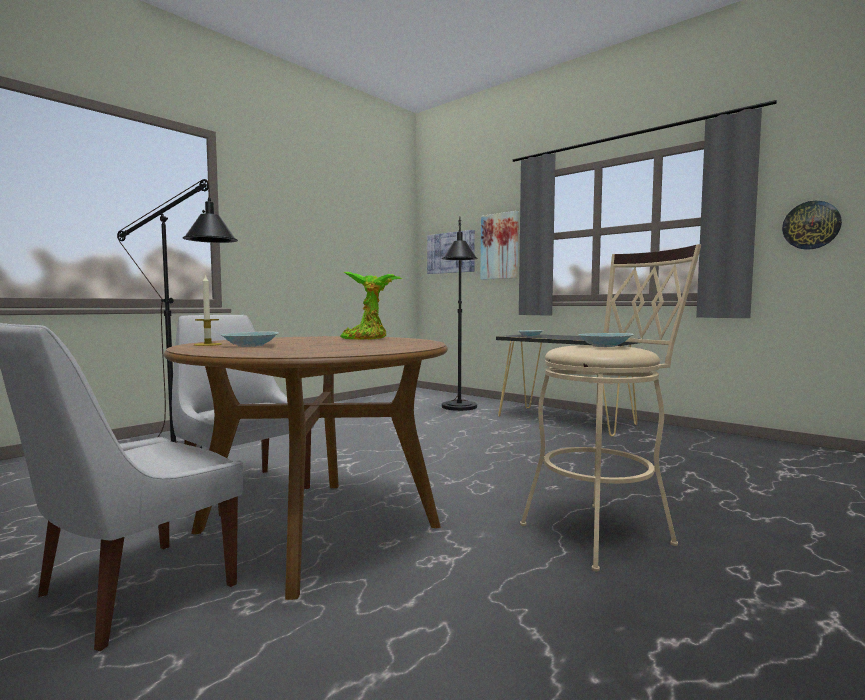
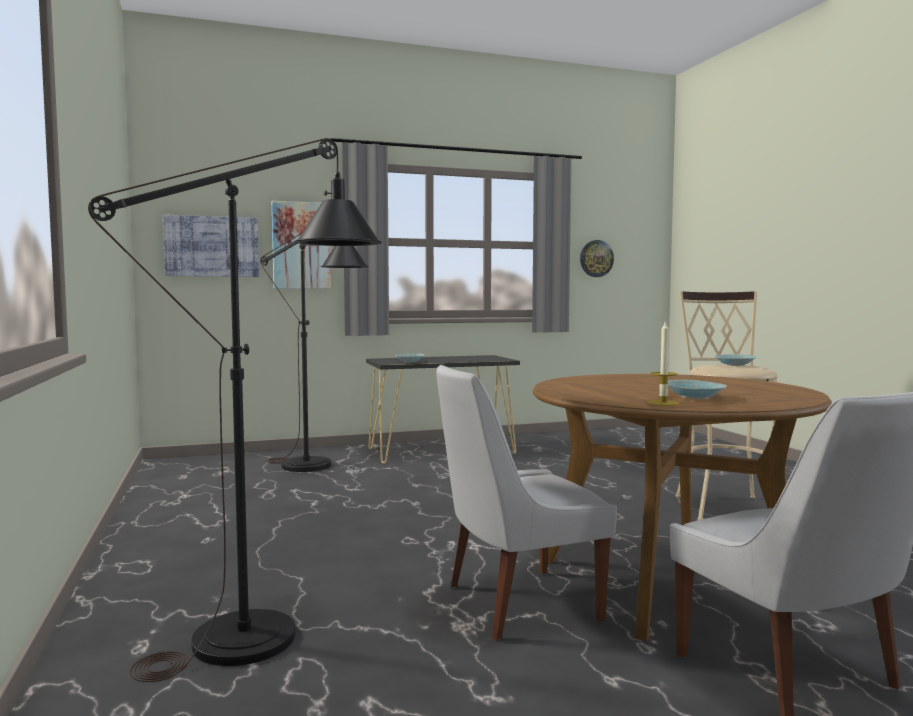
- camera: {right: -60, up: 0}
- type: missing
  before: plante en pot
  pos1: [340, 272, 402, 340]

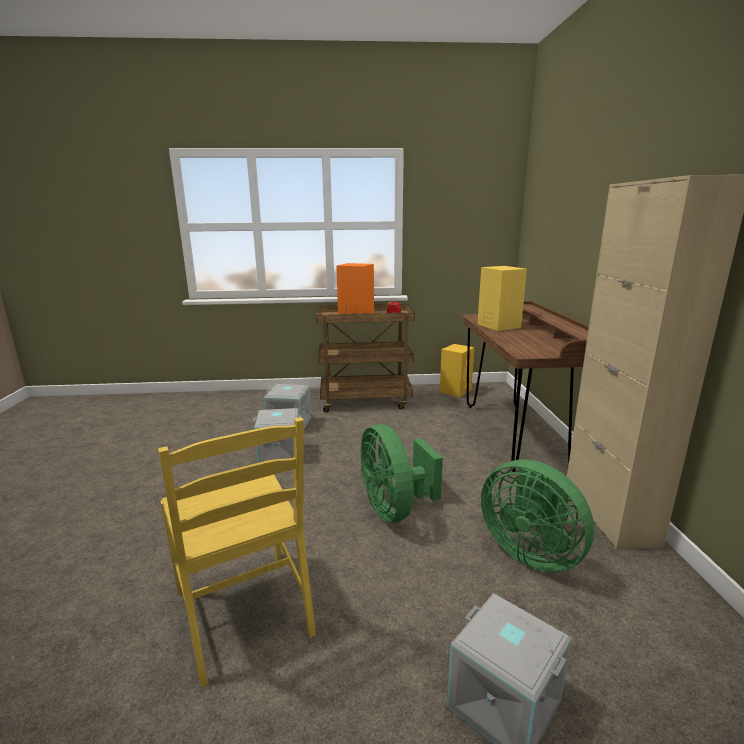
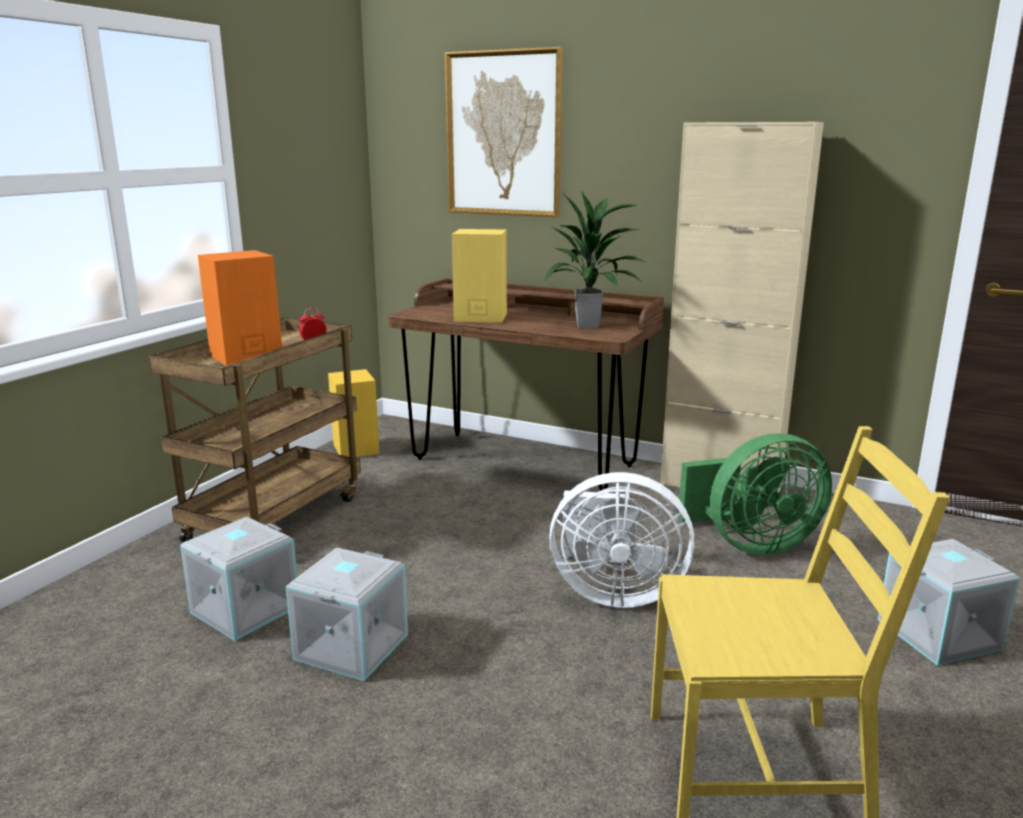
- camera: {right: -60, up: 0}
- type: colour
  before: ventilateur/vert
  after: ventilateur/blanc
  pos1: [360, 424, 443, 523]
  pos2: [549, 472, 694, 608]
- type: appeared
  after: tableau
  pos2: [445, 47, 563, 217]
- type: appeared
  after: plante en pot
  pos2: [542, 190, 645, 328]

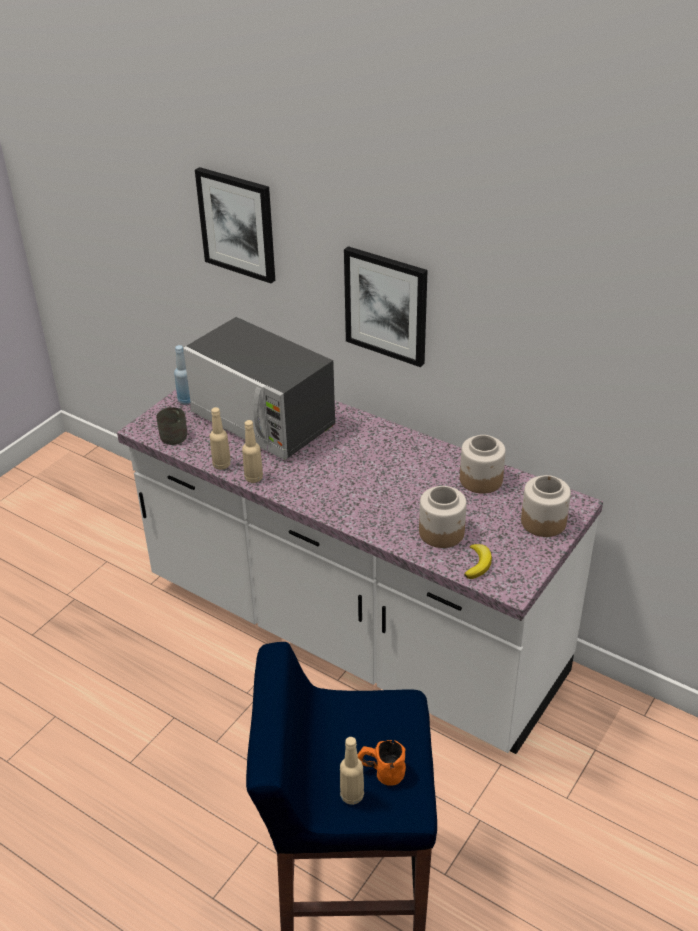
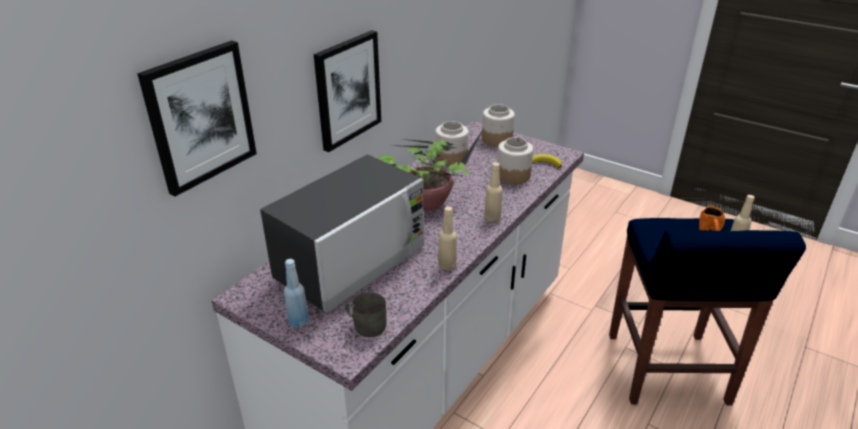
- camera: {right: -90, up: -5}
- type: relocated
  before: bouteille/beige
  pos1: [210, 407, 231, 470]
  pos2: [484, 162, 502, 222]
- type: appeared
  after: plante en pot
  pos2: [377, 128, 484, 210]

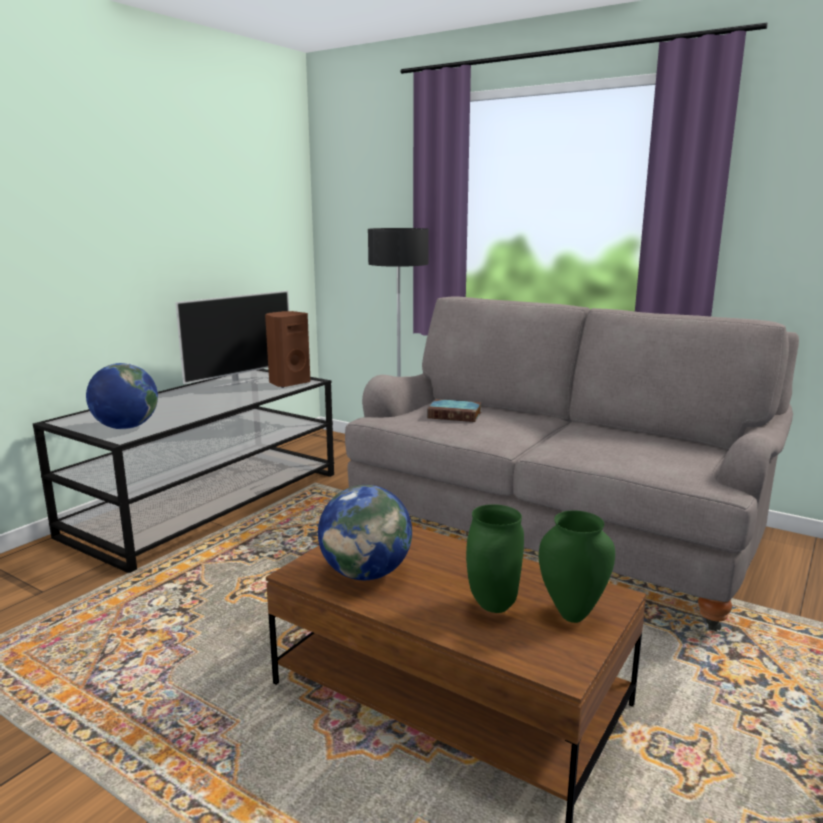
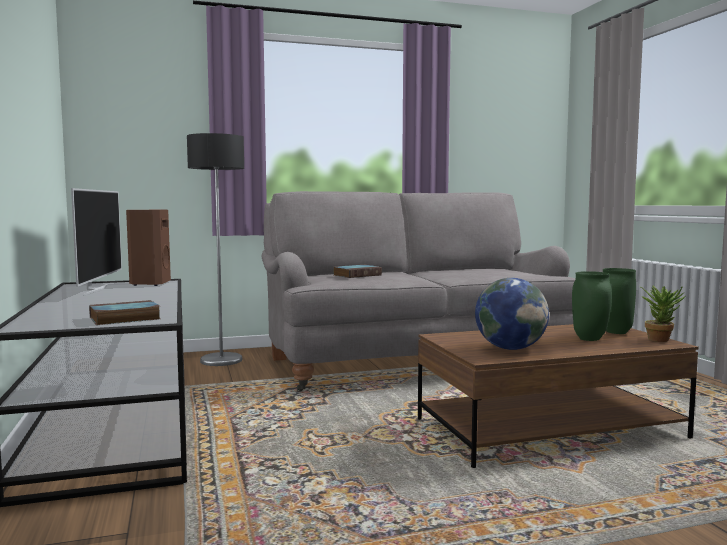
- camera: {right: -50, up: -10}
- type: exchanged
  before: globe
  after: livre
  pos1: [86, 363, 158, 429]
  pos2: [89, 300, 161, 325]
- type: appeared
  after: plante en pot
  pos2: [639, 286, 686, 342]

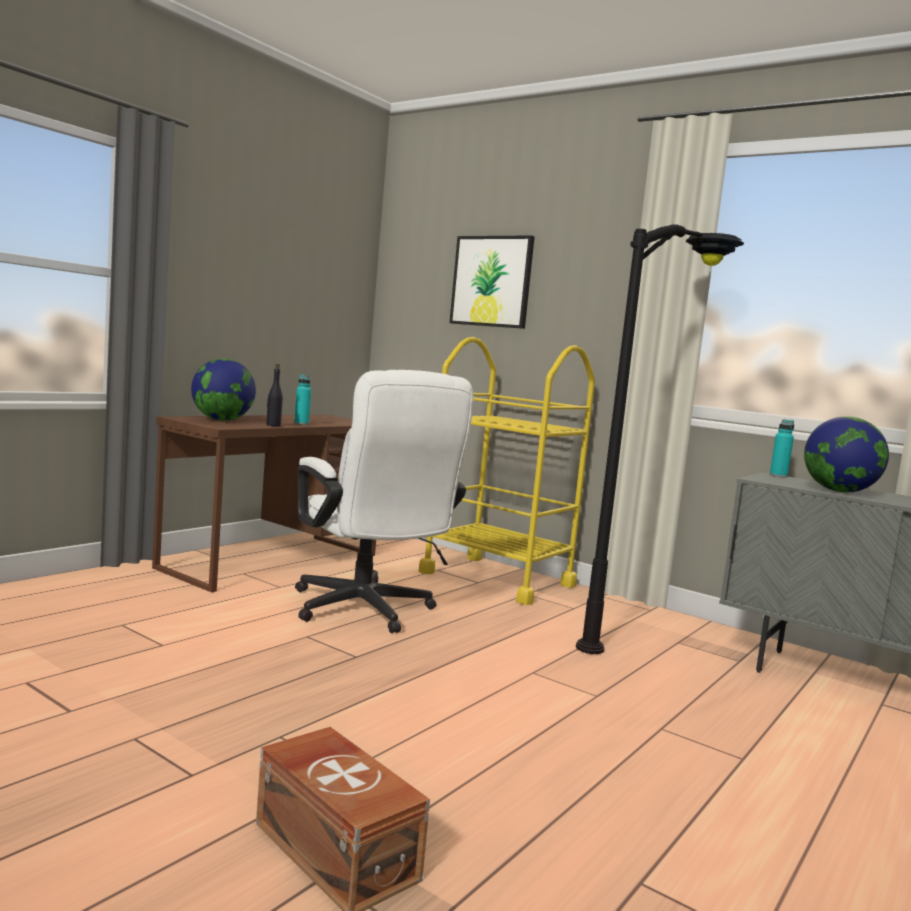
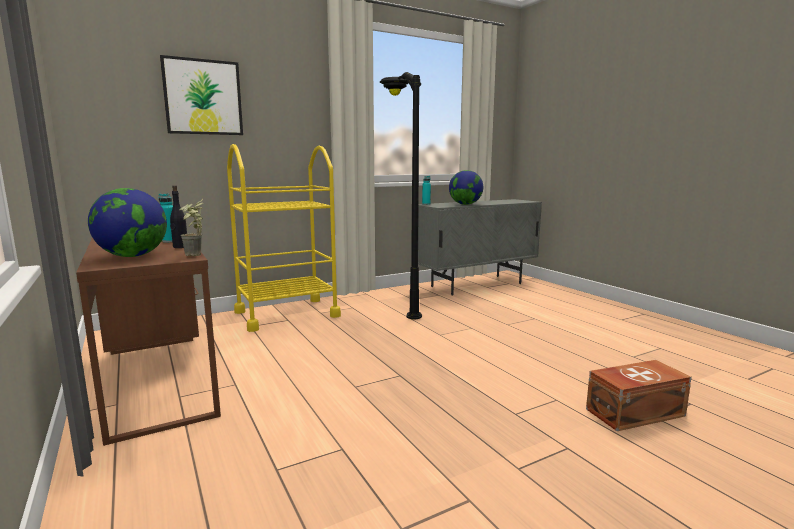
- camera: {right: -65, up: 5}
- type: missing
  before: chaise de bureau/blanc
  pos1: [295, 370, 473, 633]
- type: appeared
  after: plante en pot
  pos2: [179, 199, 203, 256]

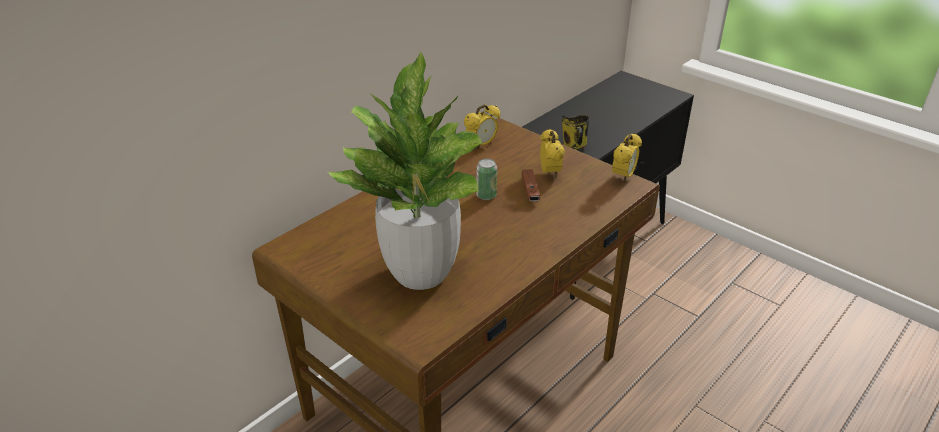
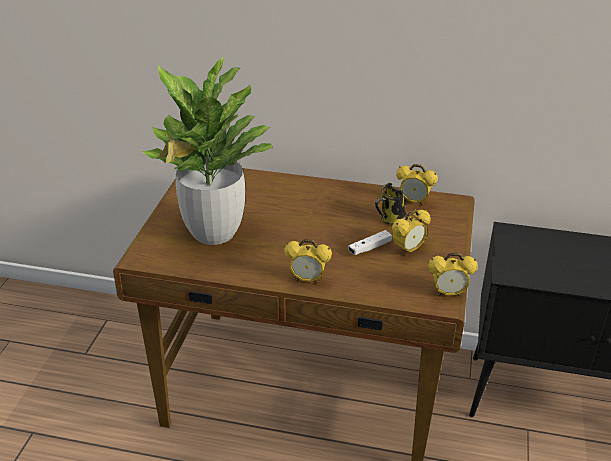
- camera: {right: 60, up: 0}
- type: relocated
  before: mug
  pos1: [562, 115, 589, 150]
  pos2: [375, 183, 407, 225]
- type: missing
  before: boîte métallique
  pos1: [476, 158, 497, 200]
- type: colour
  before: manette/marron
  after: manette/blanc
  pos1: [522, 169, 540, 202]
  pos2: [348, 230, 392, 255]
- type: appeared
  after: réveil
  pos2: [284, 239, 332, 284]

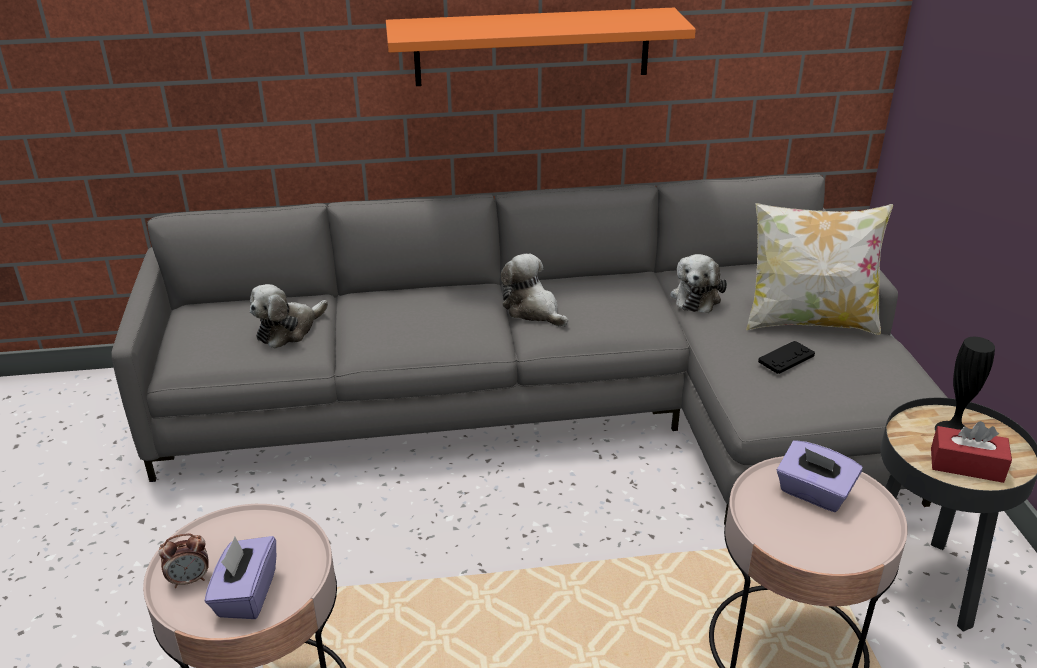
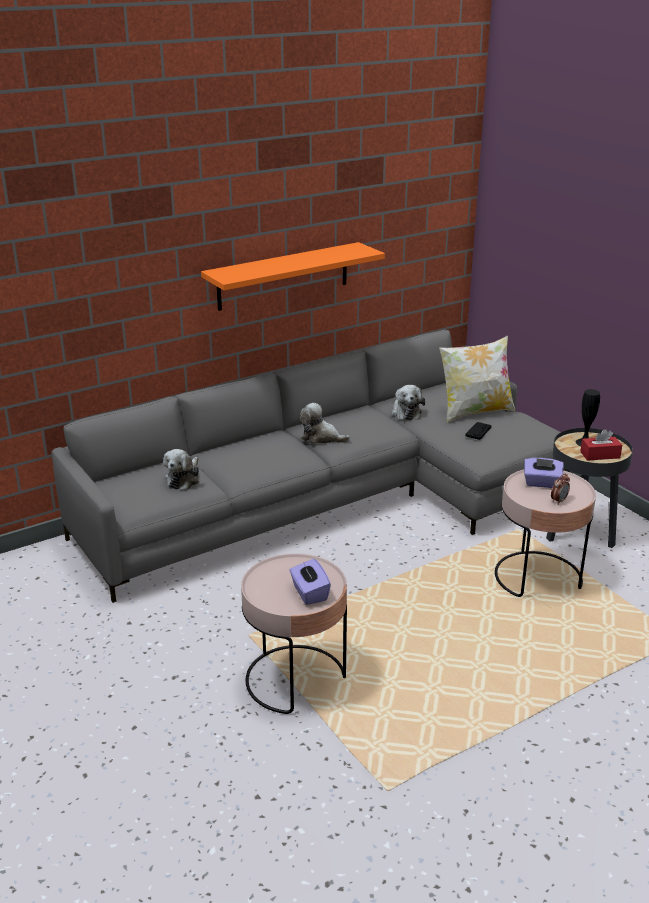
- camera: {right: -25, up: -5}
- type: relocated
  before: réveil
  pos1: [159, 533, 209, 588]
  pos2: [551, 473, 570, 505]

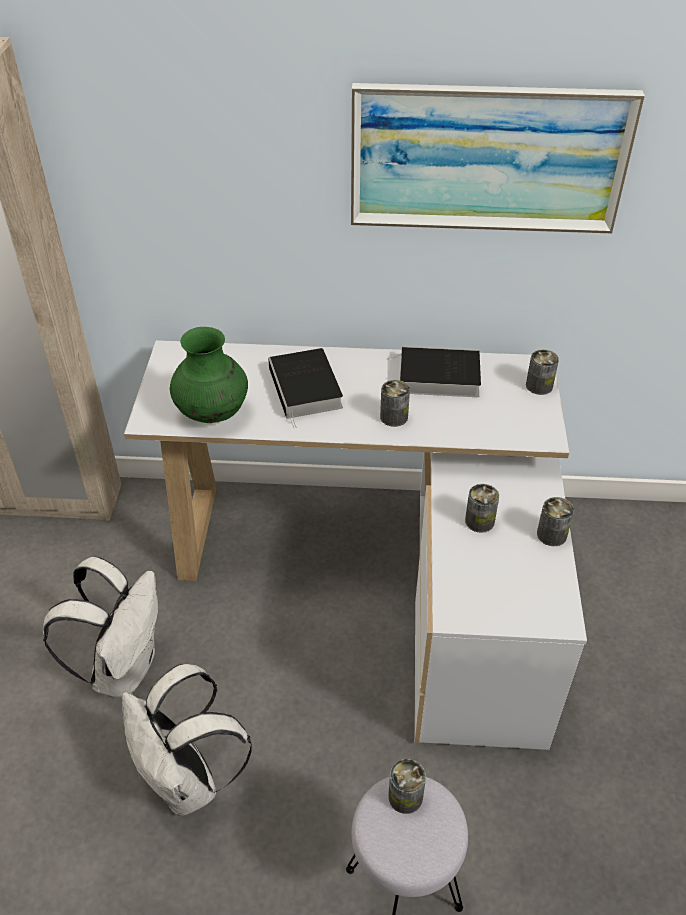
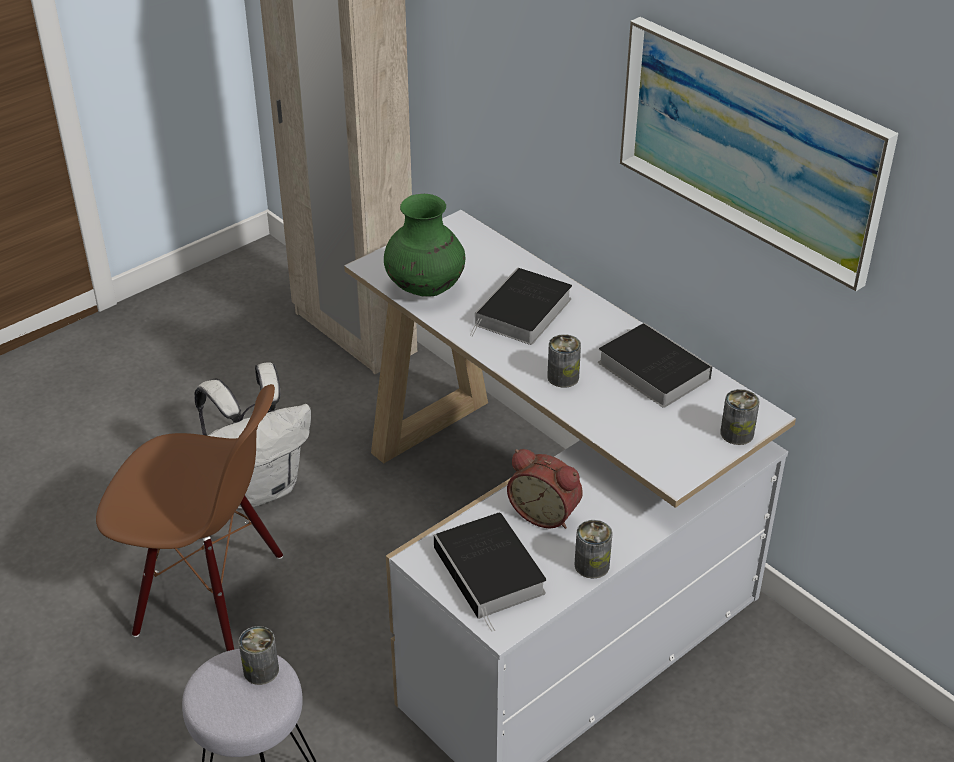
- camera: {right: 45, up: -5}
- type: exchanged
  before: boîte métallique
  after: réveil
  pos1: [465, 484, 499, 533]
  pos2: [507, 449, 583, 529]
- type: exchanged
  before: sac à dos/blanc
  after: chaise/marron
  pos1: [122, 664, 252, 816]
  pos2: [96, 384, 283, 651]
- type: appeared
  after: livre
  pos2: [434, 513, 546, 631]

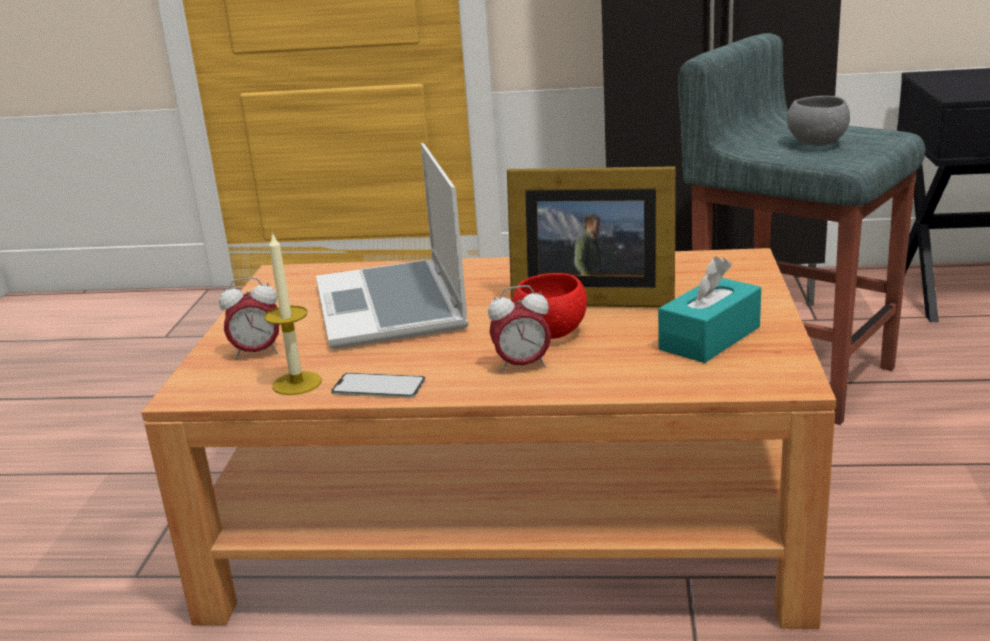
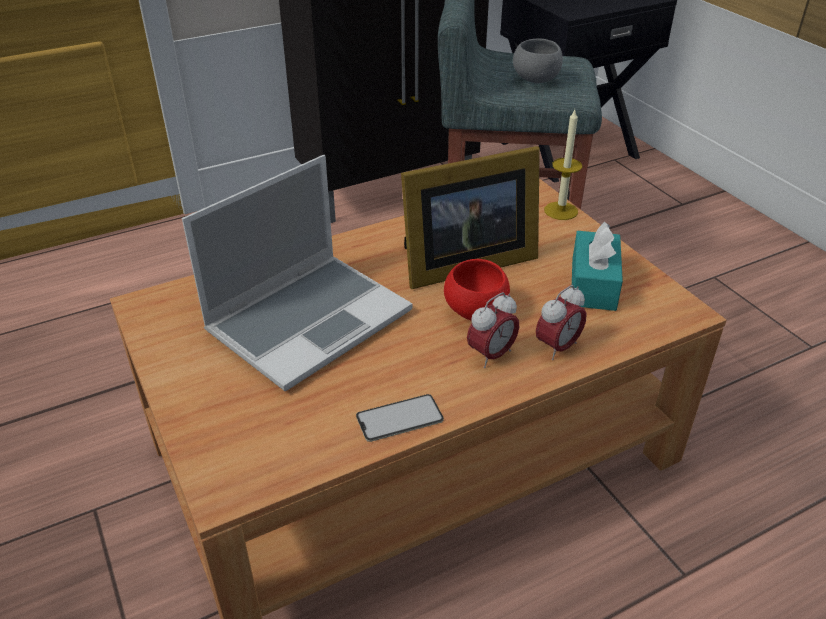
- camera: {right: -35, up: 15}
- type: spun
  before: ordinateur portable
  pos1: [316, 143, 469, 349]
  pos2: [182, 155, 412, 391]
  turn: -90
- type: relocated
  before: bougie
  pos1: [264, 232, 322, 395]
  pos2: [544, 110, 582, 220]
- type: relocated
  before: réveil
  pos1: [219, 277, 279, 359]
  pos2: [536, 285, 586, 360]

